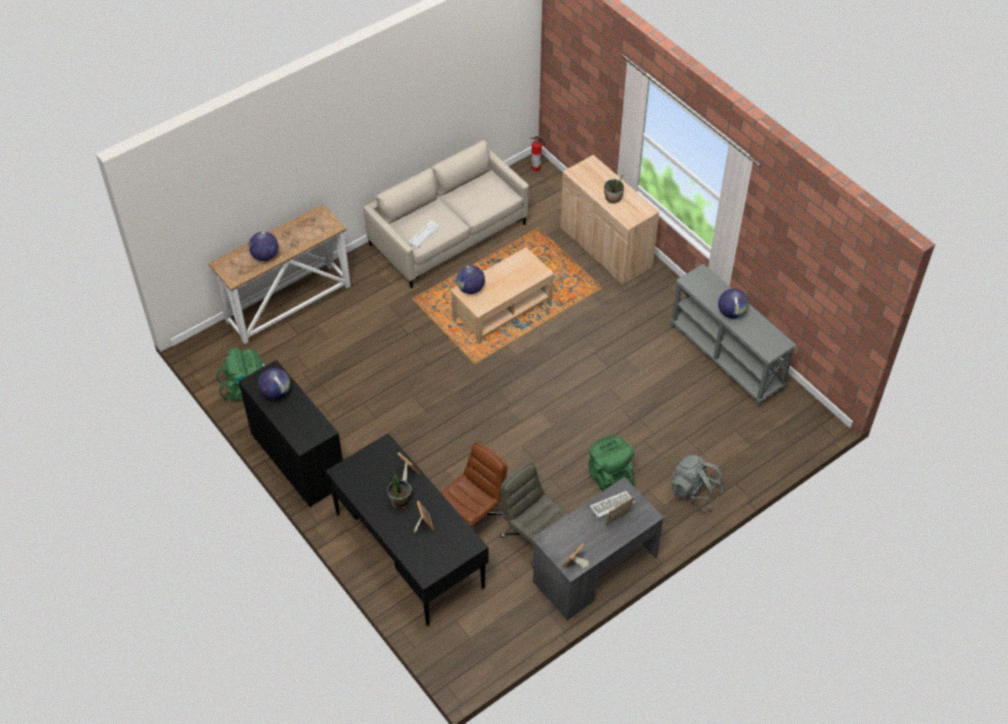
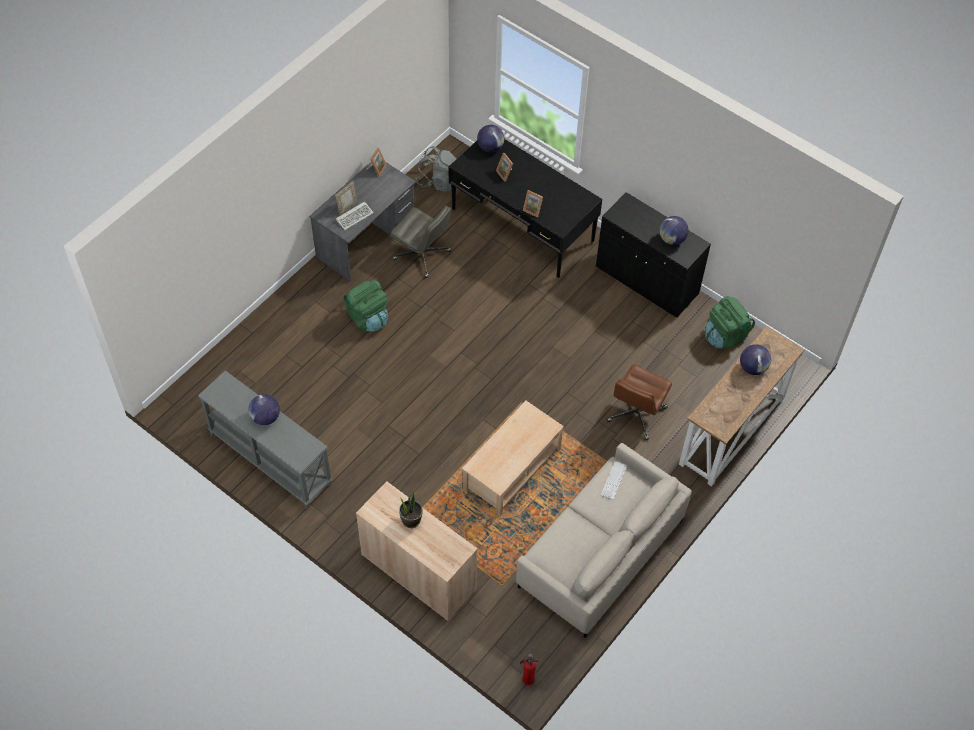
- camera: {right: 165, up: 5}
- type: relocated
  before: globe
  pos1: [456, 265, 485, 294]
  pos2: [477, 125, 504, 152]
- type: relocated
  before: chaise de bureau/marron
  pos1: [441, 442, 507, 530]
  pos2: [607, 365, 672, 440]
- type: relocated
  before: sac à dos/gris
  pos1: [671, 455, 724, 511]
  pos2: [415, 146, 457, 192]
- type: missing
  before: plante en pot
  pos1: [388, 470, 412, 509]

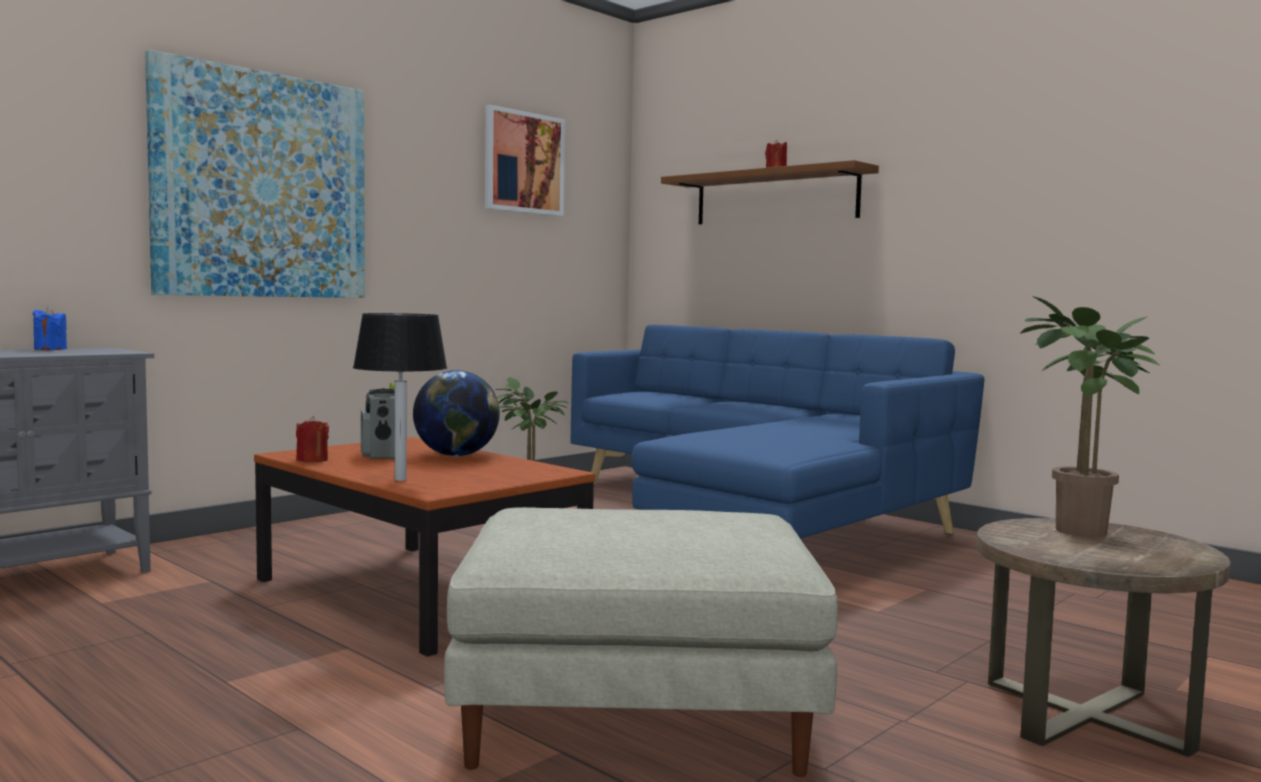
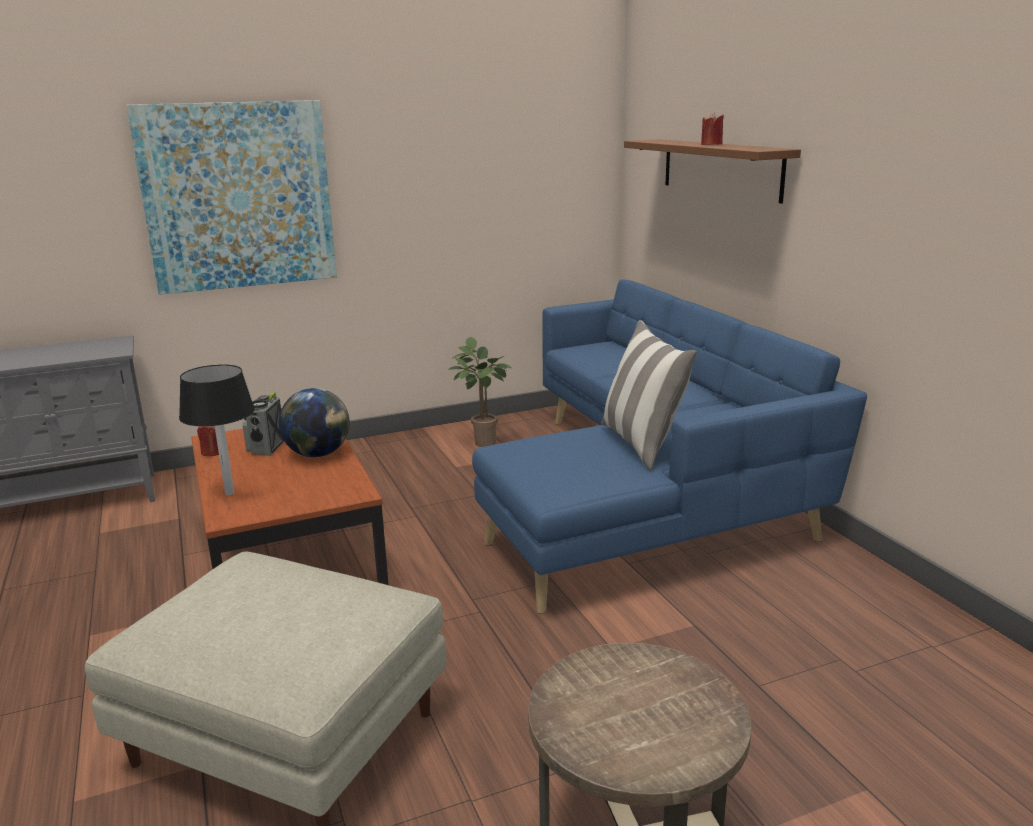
- camera: {right: 25, up: 15}
- type: missing
  before: tableau
  pos1: [485, 105, 565, 216]
- type: missing
  before: plante en pot
  pos1: [1020, 296, 1160, 537]
- type: missing
  before: bougie/bleu
  pos1: [33, 307, 67, 350]
- type: appeared
  after: coussin
  pos2: [601, 320, 697, 470]

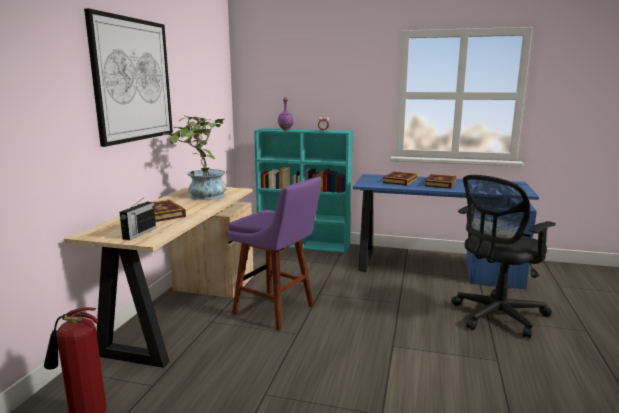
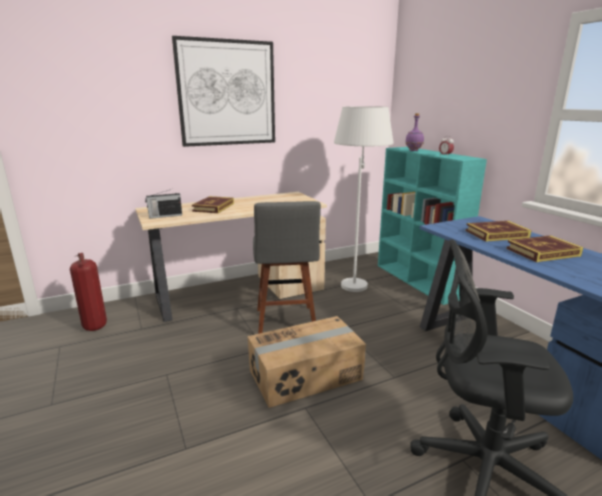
- camera: {right: 50, up: 5}
- type: missing
  before: plante en pot
  pos1: [163, 116, 226, 200]
- type: colour
  before: tabouret/violet
  after: tabouret/gris
  pos1: [227, 177, 322, 330]
  pos2: [253, 201, 321, 334]
- type: appeared
  after: lampadaire/blanc
  pos2: [334, 106, 394, 292]
- type: appeared
  after: carton
  pos2: [248, 316, 366, 408]

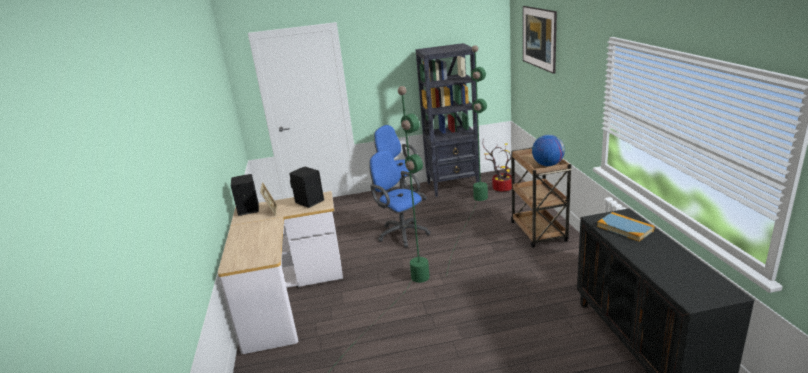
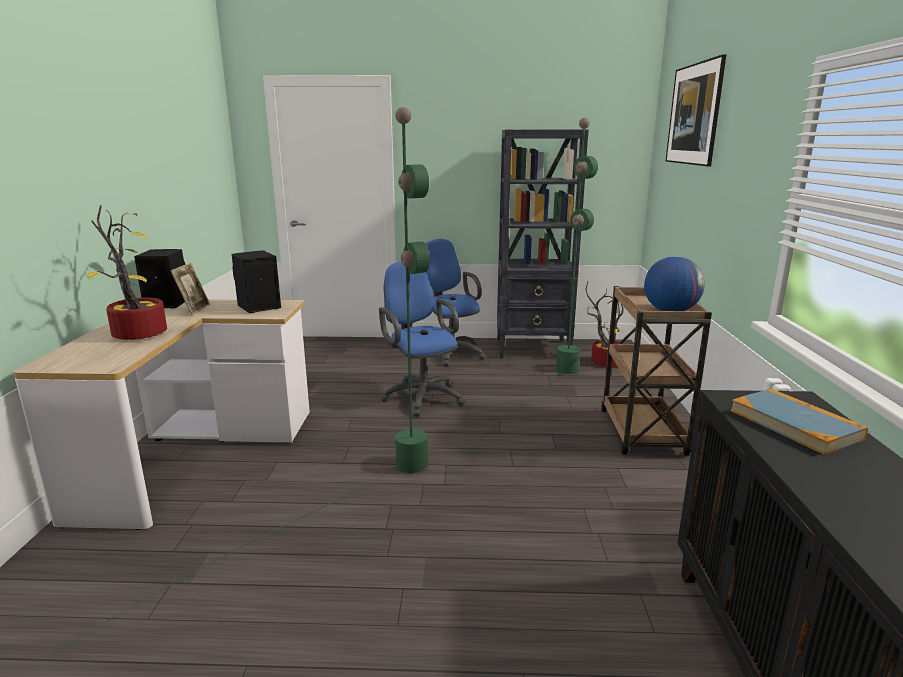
- camera: {right: 10, up: -5}
- type: appeared
  after: plante en pot
  pos2: [87, 205, 167, 340]

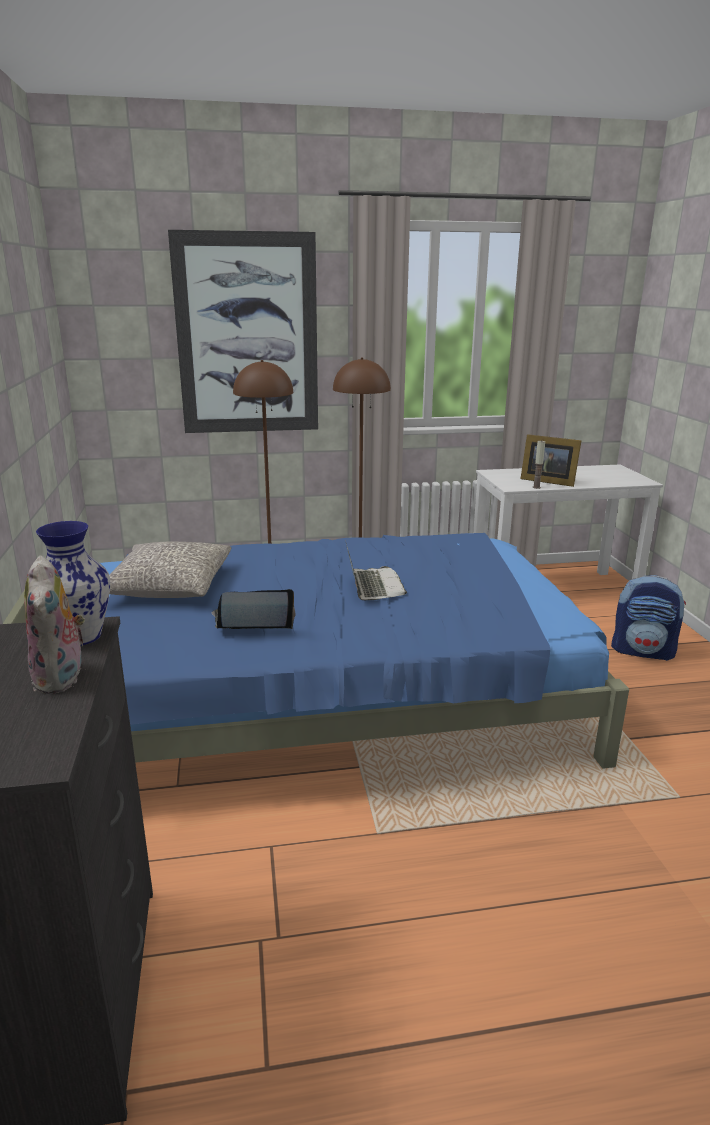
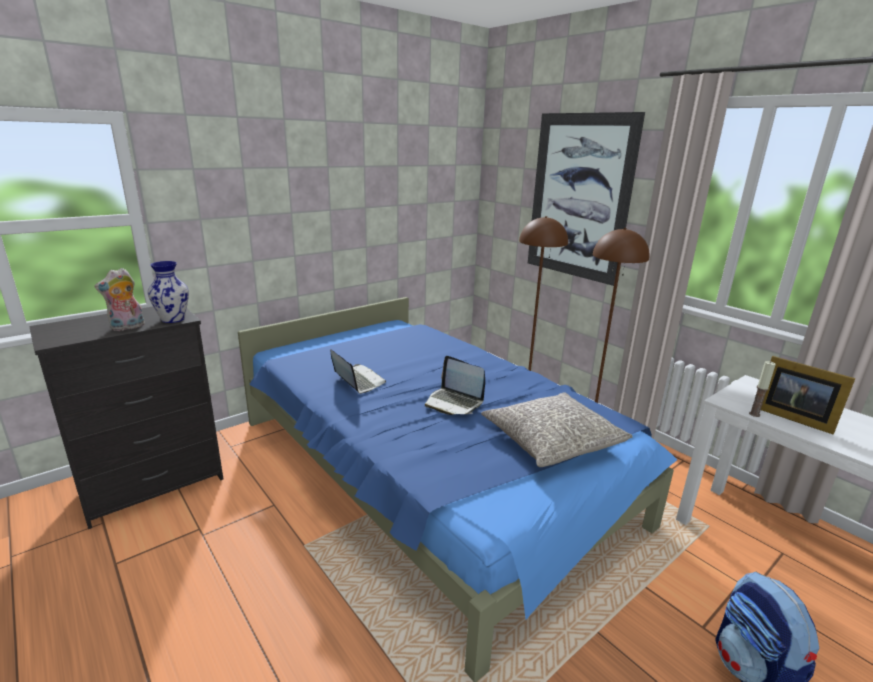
- camera: {right: 60, up: 0}
- type: spun
  before: cadre photo
  pos1: [521, 434, 582, 487]
  pos2: [761, 356, 855, 435]
  turn: -45
- type: spun
  before: ordinateur portable
  pos1: [345, 540, 407, 600]
  pos2: [425, 356, 485, 415]
  turn: 75
- type: relocated
  before: coussin/gris
  pos1: [109, 542, 231, 598]
  pos2: [481, 393, 633, 467]

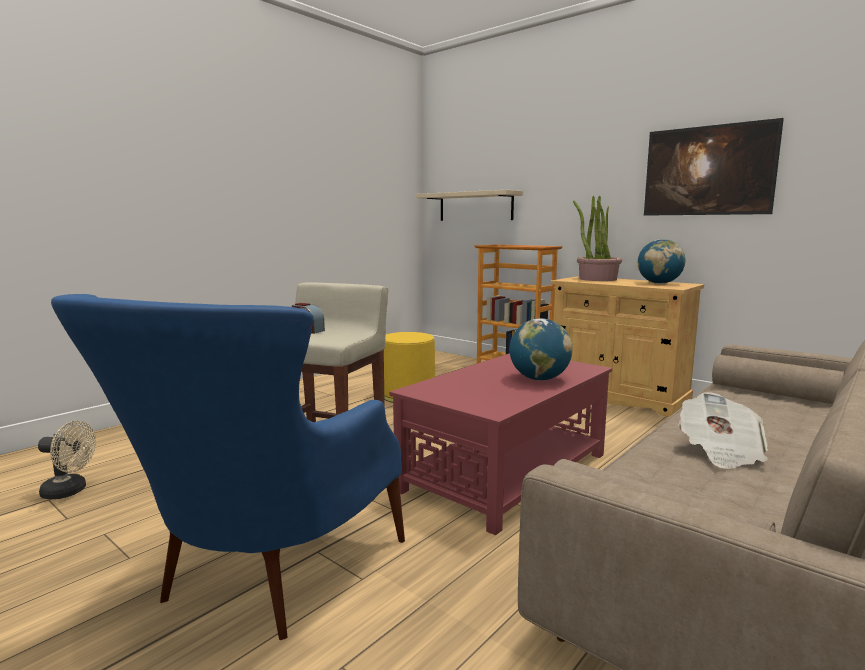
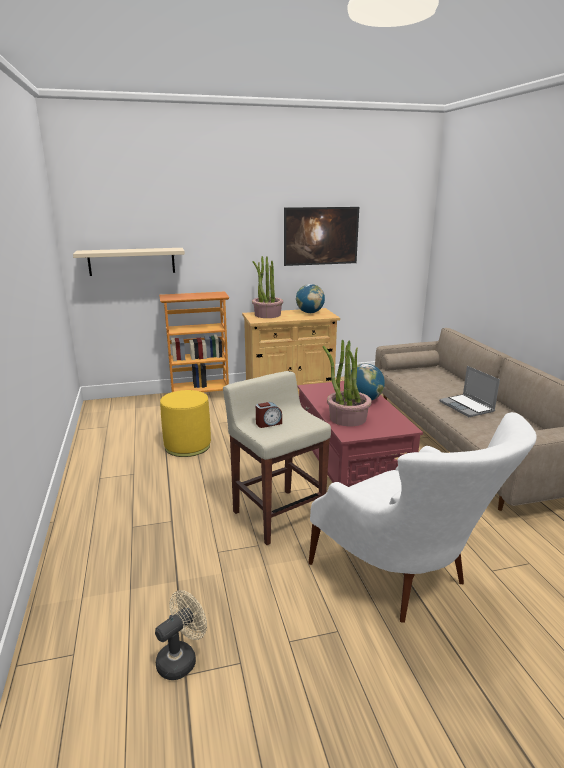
- camera: {right: -55, up: 10}
- type: colour
  before: fauteuil/bleu
  after: fauteuil/blanc
  pos1: [51, 294, 405, 640]
  pos2: [309, 412, 537, 623]
- type: exchanged
  before: journal
  after: ordinateur portable
  pos1: [678, 392, 768, 469]
  pos2: [439, 366, 500, 417]
- type: appeared
  after: plante en pot
  pos2: [323, 340, 372, 426]

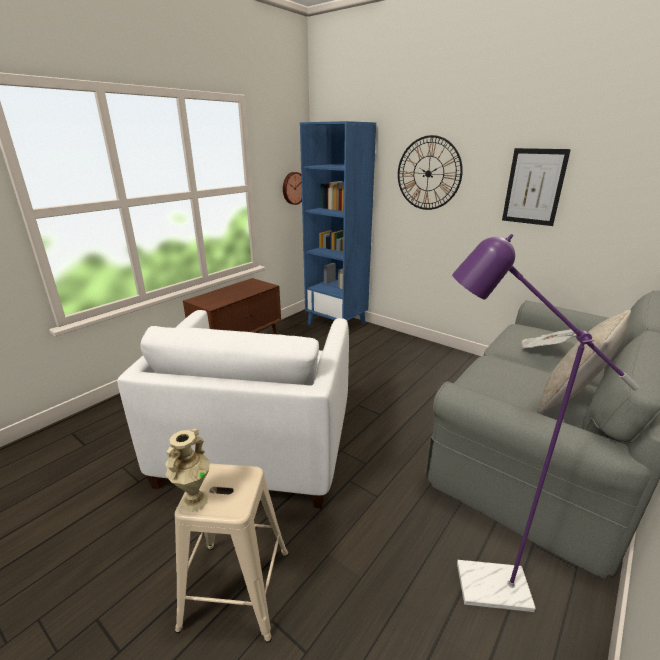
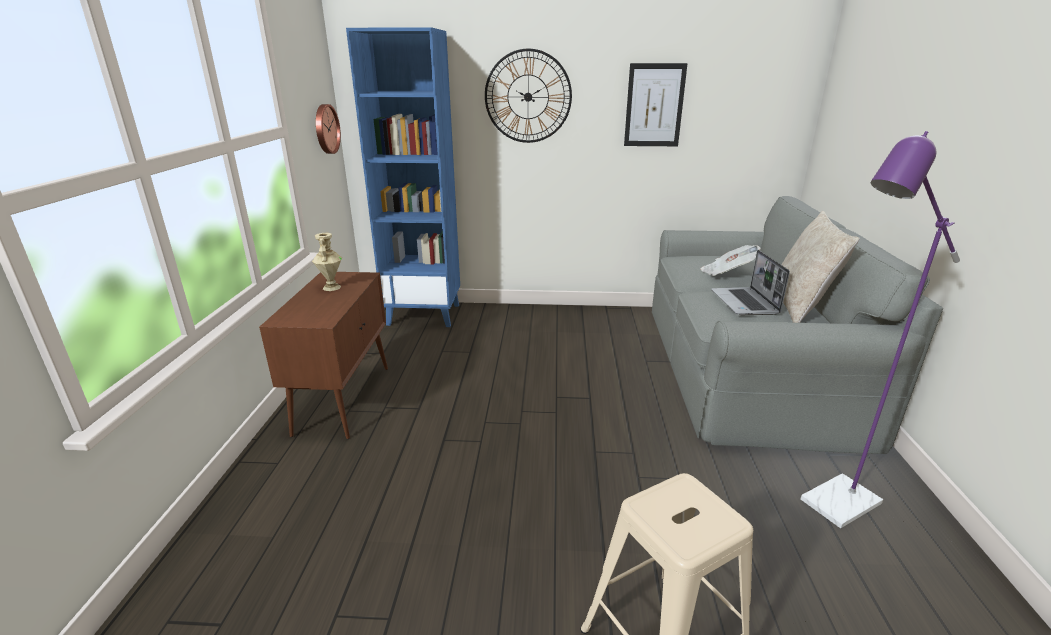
- camera: {right: -35, up: 0}
- type: missing
  before: fauteuil/blanc
  pos1: [117, 310, 349, 508]
- type: relocated
  before: vase/beige
  pos1: [165, 428, 210, 512]
  pos2: [312, 233, 342, 291]
- type: appeared
  after: ordinateur portable
  pos2: [711, 250, 790, 315]

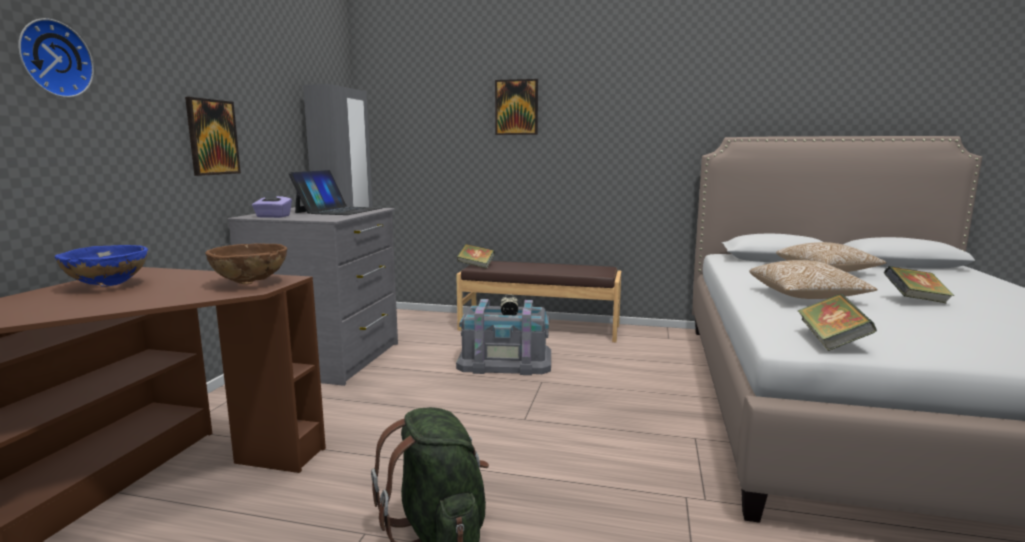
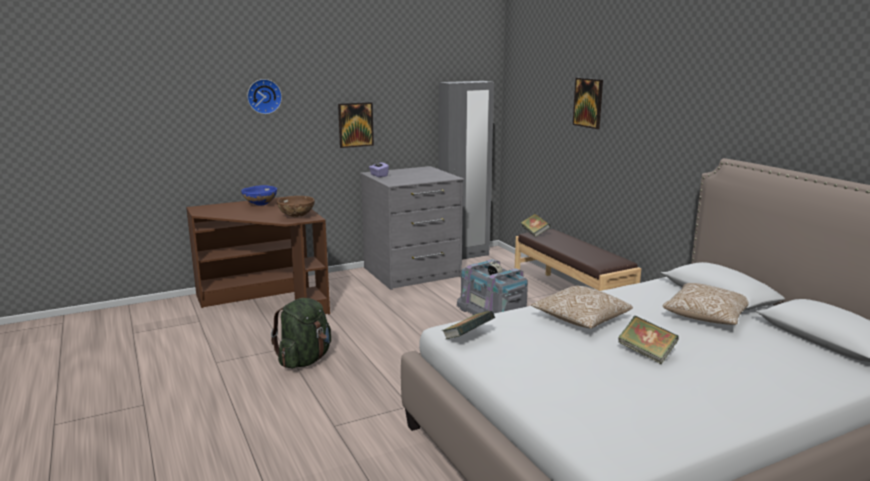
- camera: {right: 50, up: 5}
- type: missing
  before: ordinateur portable
  pos1: [289, 170, 382, 215]

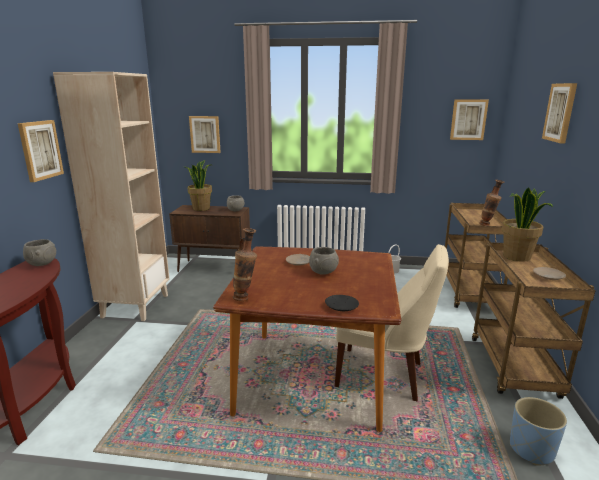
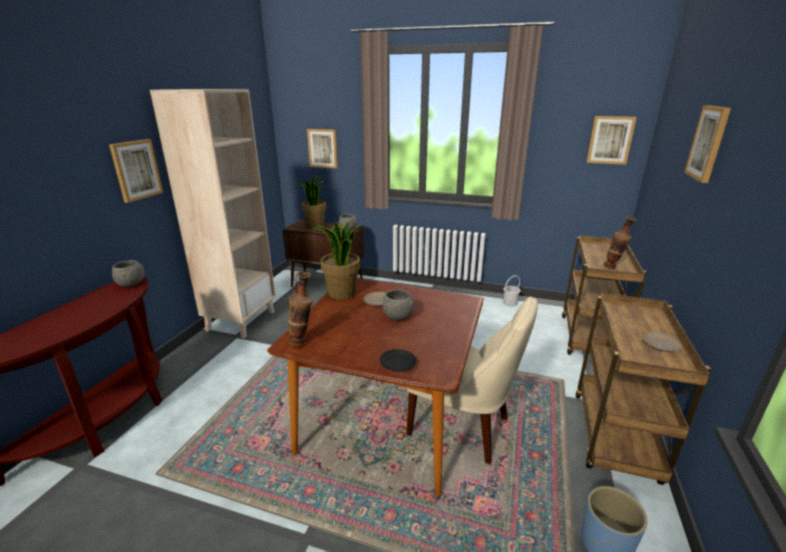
- camera: {right: 10, up: 5}
- type: relocated
  before: plante en pot
  pos1: [502, 187, 553, 262]
  pos2: [312, 221, 363, 300]

